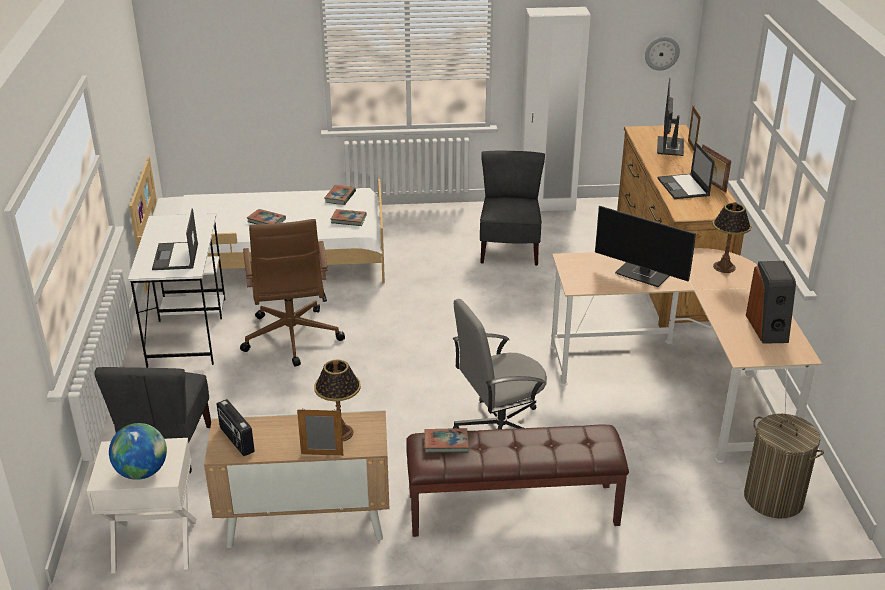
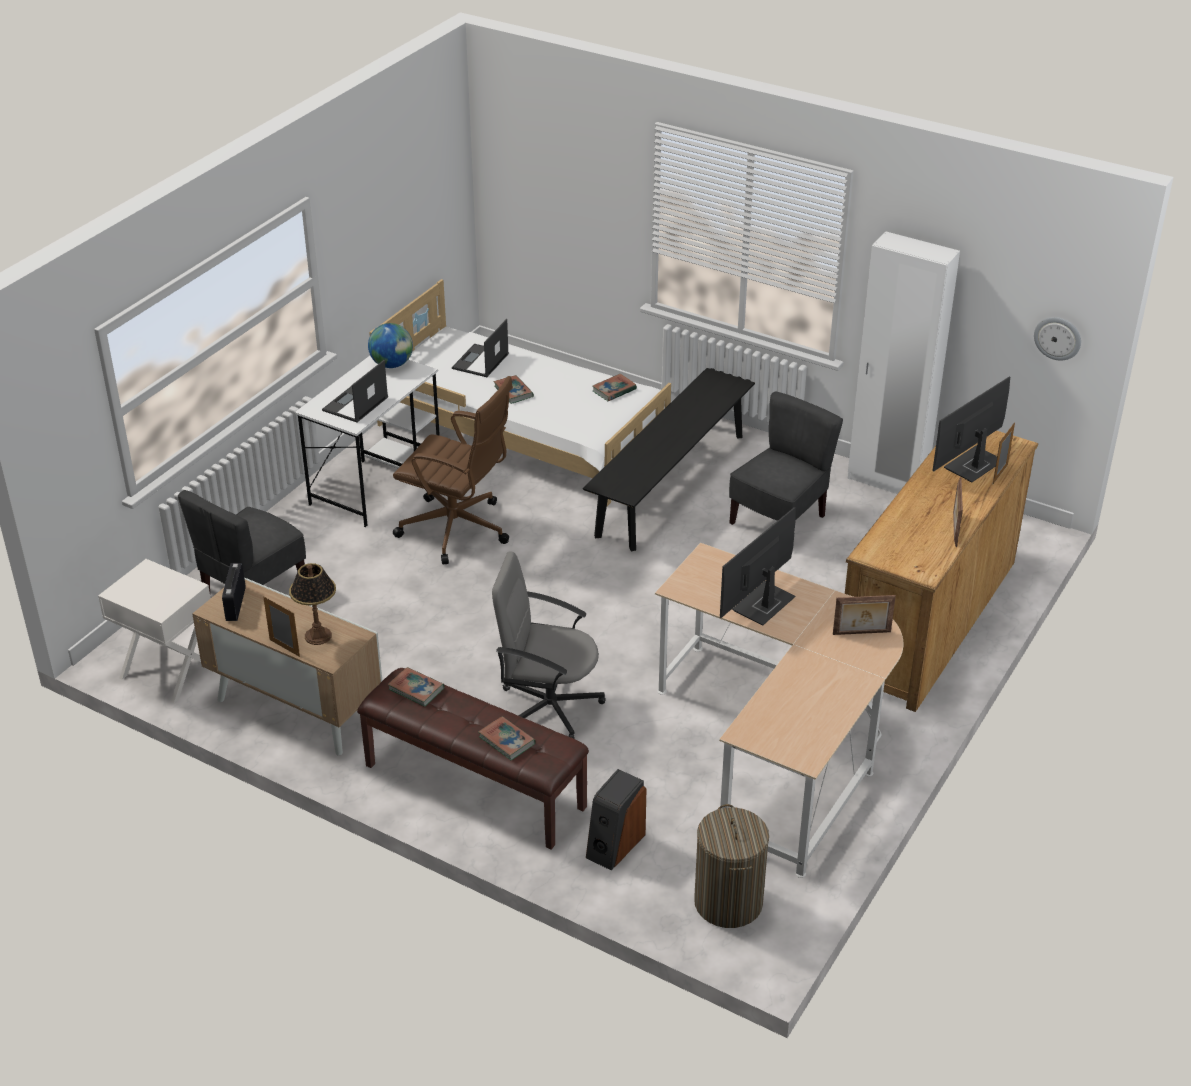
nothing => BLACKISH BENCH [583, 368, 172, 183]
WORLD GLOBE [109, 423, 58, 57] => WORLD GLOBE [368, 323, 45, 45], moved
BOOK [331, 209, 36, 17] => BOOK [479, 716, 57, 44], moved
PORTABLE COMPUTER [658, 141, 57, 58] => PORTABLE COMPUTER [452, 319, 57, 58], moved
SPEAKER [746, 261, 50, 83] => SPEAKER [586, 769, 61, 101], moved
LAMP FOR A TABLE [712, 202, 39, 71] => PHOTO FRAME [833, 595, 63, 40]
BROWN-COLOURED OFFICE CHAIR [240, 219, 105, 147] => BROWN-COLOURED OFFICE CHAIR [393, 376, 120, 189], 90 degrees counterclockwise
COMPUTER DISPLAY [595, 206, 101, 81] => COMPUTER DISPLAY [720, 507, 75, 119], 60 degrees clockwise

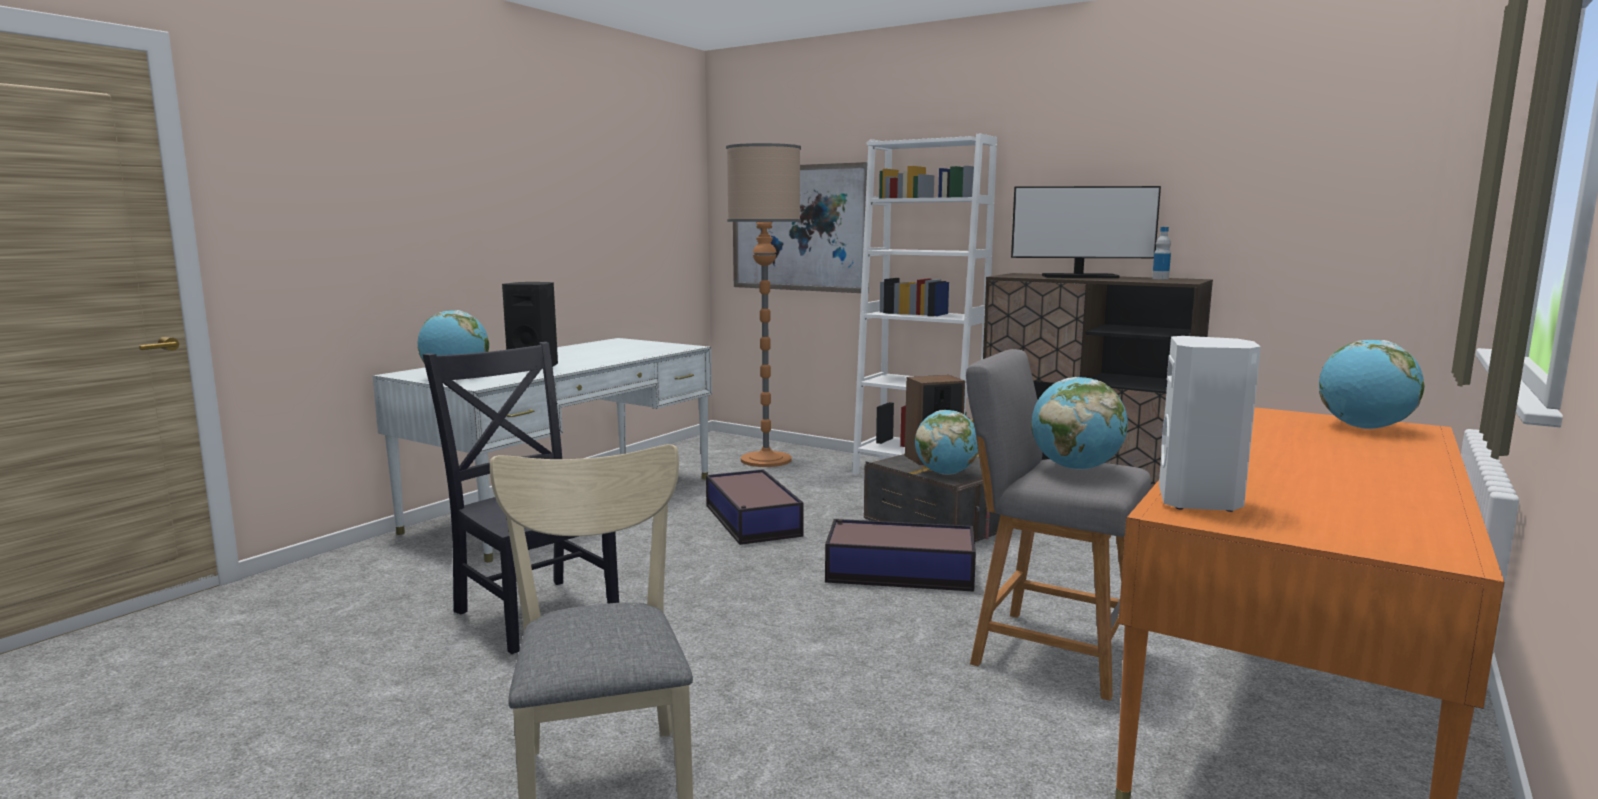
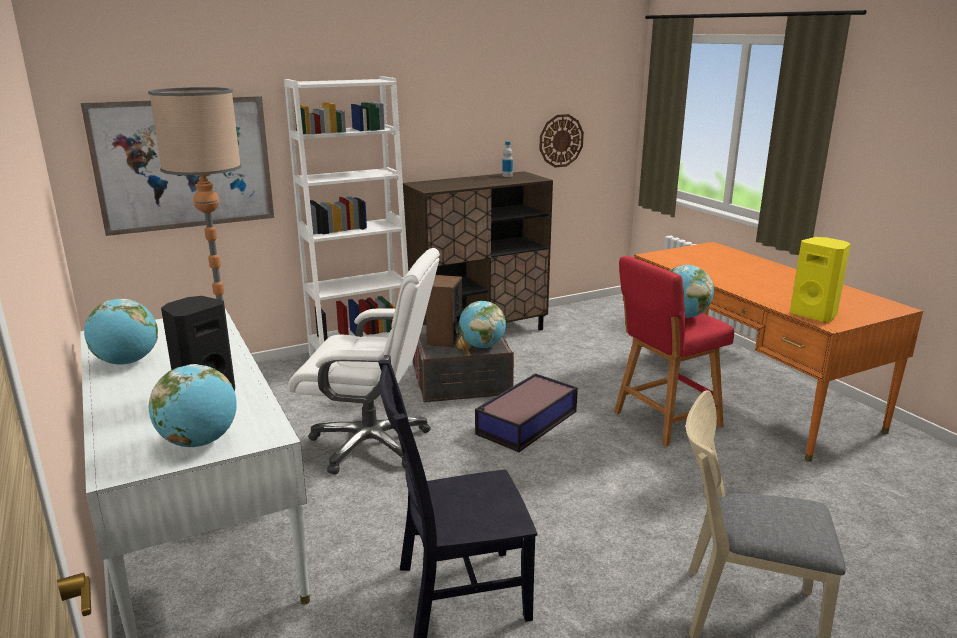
COMPUTER DISPLAY [1011, 186, 150, 92] => nothing
nothing => HANGING CLOCK [539, 114, 45, 54]
WORLD GLOBE [1319, 340, 106, 89] => WORLD GLOBE [84, 299, 74, 66], moved
STORAGE BOX [706, 469, 98, 76] => WHITE-COLOURED OFFICE CHAIR [288, 248, 152, 226]
GRAY STOOL SEAT [966, 349, 185, 352] => RED-COLOURED STOOL SEAT [614, 256, 120, 190]
WHITE-COLOURED SPEAKER [1159, 336, 102, 176] => YELLOW-COLOURED SPEAKER [790, 237, 61, 85]

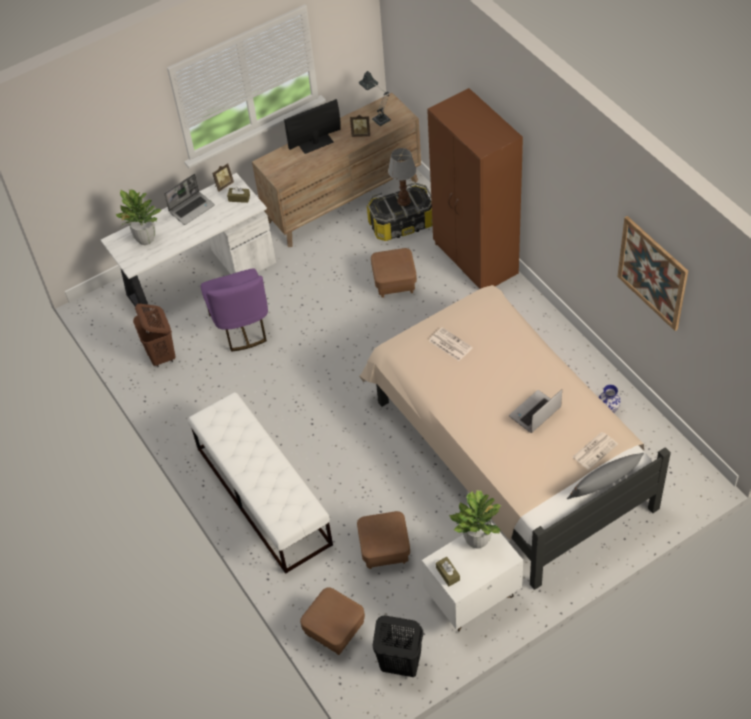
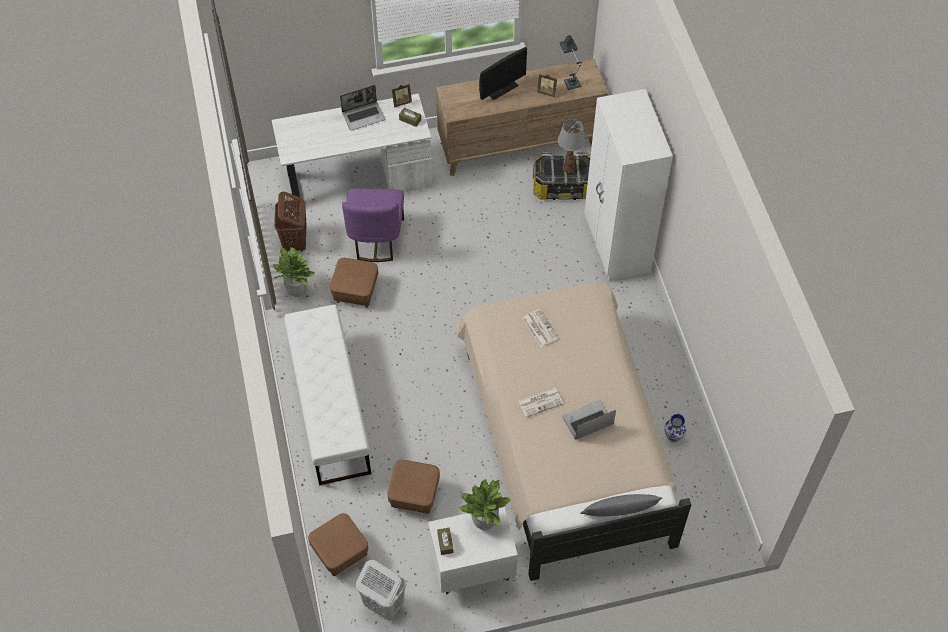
WALL ART [617, 216, 71, 115] => nothing
HOUSEPLANT [116, 190, 45, 55] => HOUSEPLANT [273, 247, 42, 50], moved
BROWN-COLOURED FOOTREST [371, 248, 46, 50] => BROWN-COLOURED FOOTREST [330, 258, 48, 50], moved
NEWSPAPER [573, 432, 45, 38] => NEWSPAPER [518, 387, 45, 30], moved
BLACKISH WASHING BASKET [373, 615, 50, 62] => WHITE-COLOURED WASHING BASKET [356, 560, 50, 61]
BROWN-COLOURED ARMOIRE [427, 88, 96, 201] => WHITE-COLOURED ARMOIRE [584, 89, 89, 192]
COMPUTER DISPLAY [284, 99, 57, 55] => COMPUTER DISPLAY [479, 47, 48, 53], 150 degrees clockwise

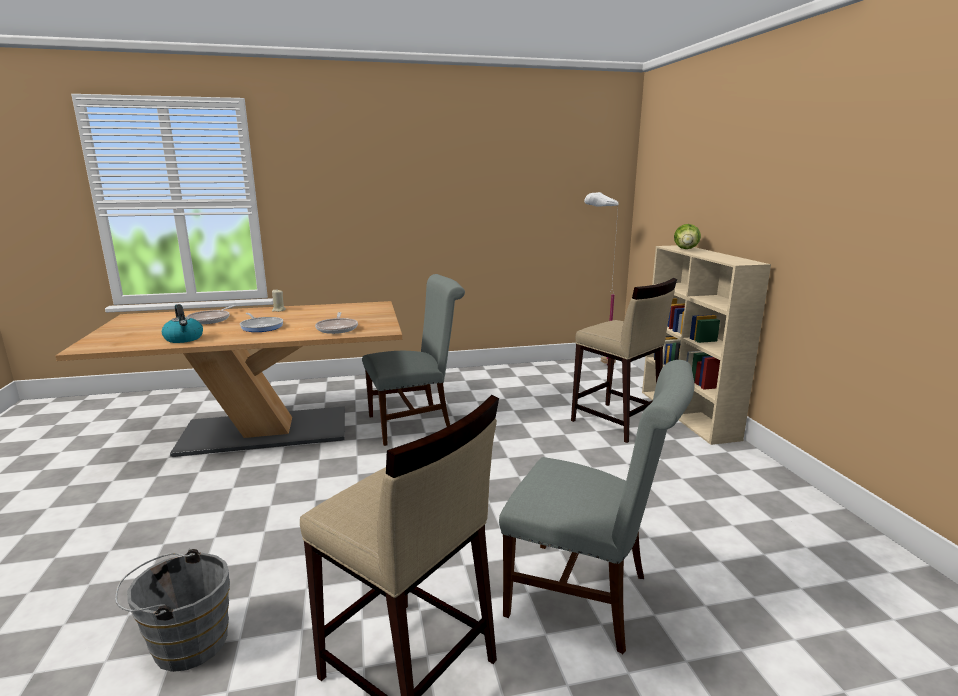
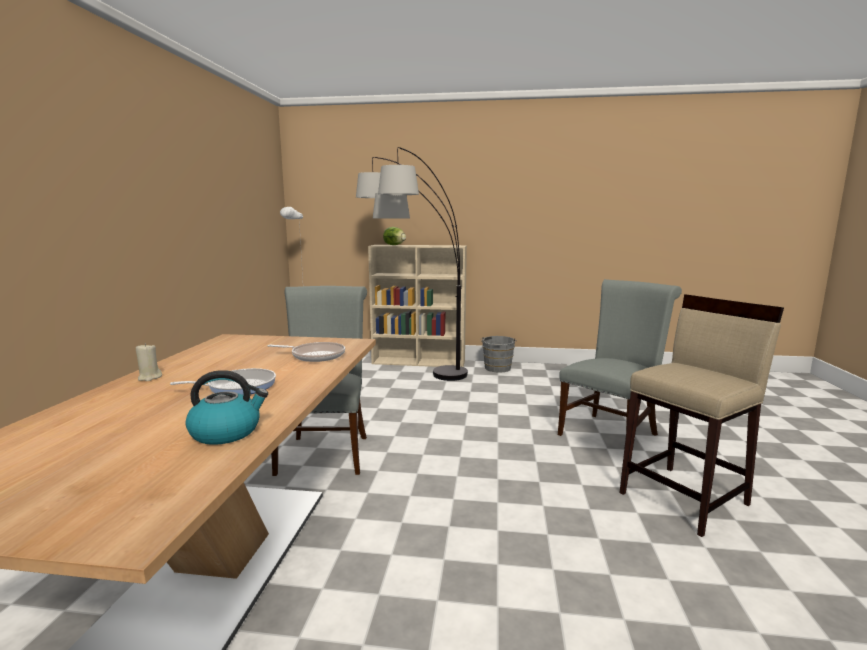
FRYING PAN [186, 305, 50, 19] => nothing
GRAY WATER BUCKET [115, 548, 115, 124] => GRAY WATER BUCKET [481, 336, 36, 37], moved
BEIGE-COLOURED STOOL SEAT [571, 278, 106, 165] => STANDING LAMP [356, 147, 112, 234]

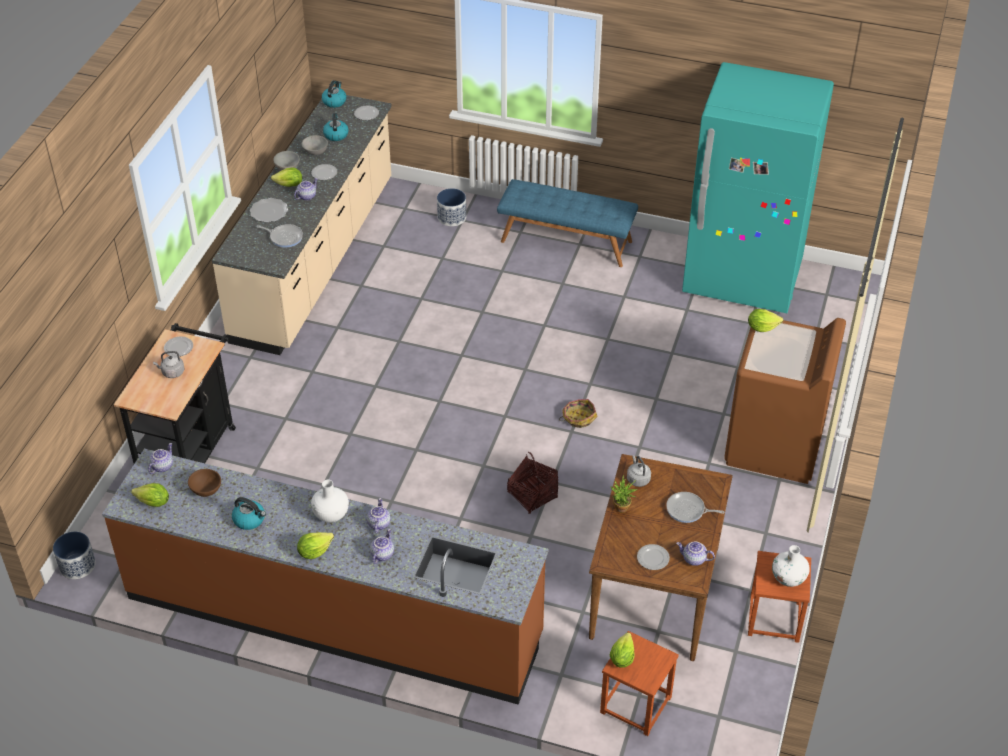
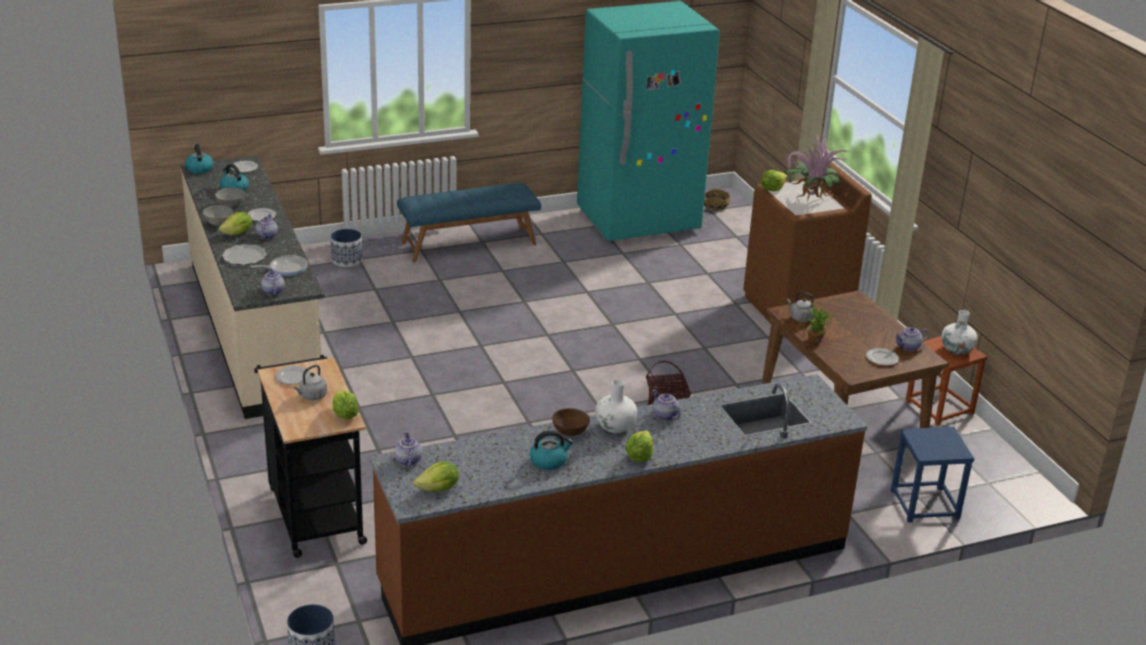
FRYING PAN [666, 492, 58, 31] => nothing
nothing => HOUSEPLANT [784, 136, 65, 65]
BROWN-COLOURED BOWL [188, 469, 33, 28] => BROWN-COLOURED BOWL [552, 408, 38, 28], moved
TEAPOT [370, 529, 24, 35] => TEAPOT [261, 268, 24, 27], moved
BASKET [559, 399, 39, 29] => BASKET [704, 189, 26, 21], moved
LETTUCE [609, 632, 26, 36] => LETTUCE [332, 390, 27, 29], moved
BROWN-COLOURED STOOL SEAT [600, 631, 79, 105] => BLUISH STOOL SEAT [891, 427, 83, 96]

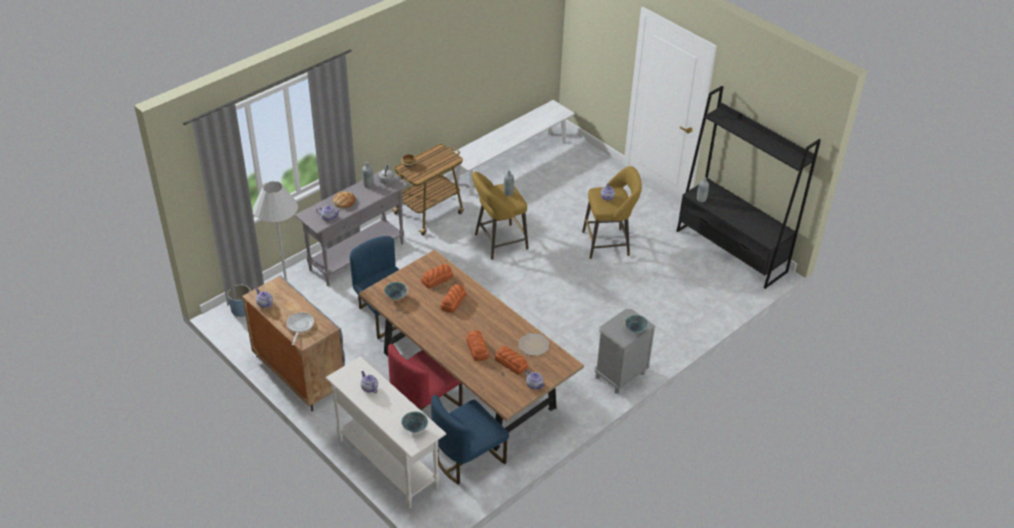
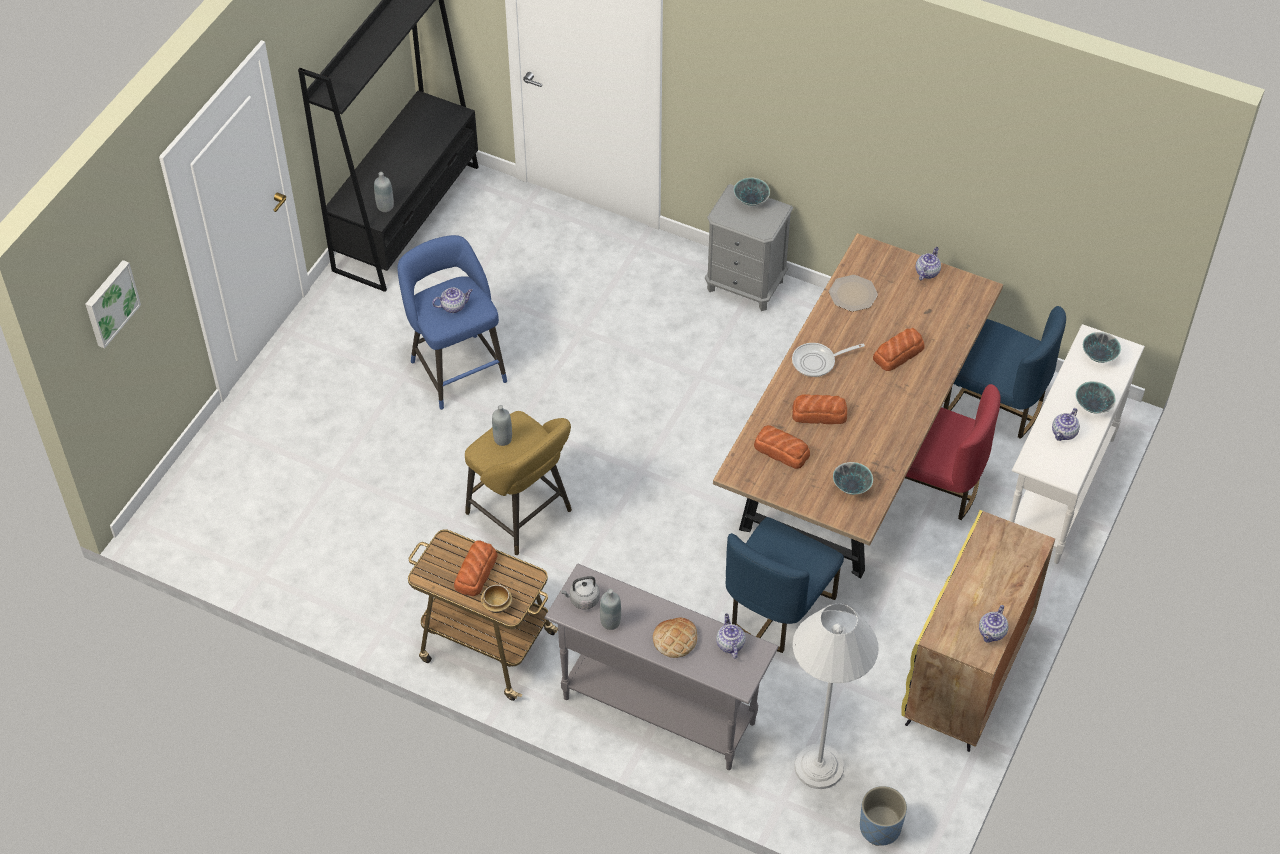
WHITE-COLOURED BENCH [454, 100, 121, 96] => nothing
nothing => WALL ART [85, 260, 56, 88]
nothing => BOWL [1075, 381, 41, 33]
FRYING PAN [287, 312, 27, 33] => FRYING PAN [792, 343, 73, 34], moved
BREAD [495, 346, 33, 29] => BREAD [454, 540, 44, 56], moved
GRAY STORAGE CABINET [242, 275, 103, 136] => YELLOW-COLOURED STORAGE CABINET [901, 510, 154, 242]
YELLOW-COLOURED STOOL SEAT [582, 166, 60, 93] => BLUISH STOOL SEAT [397, 235, 110, 175]

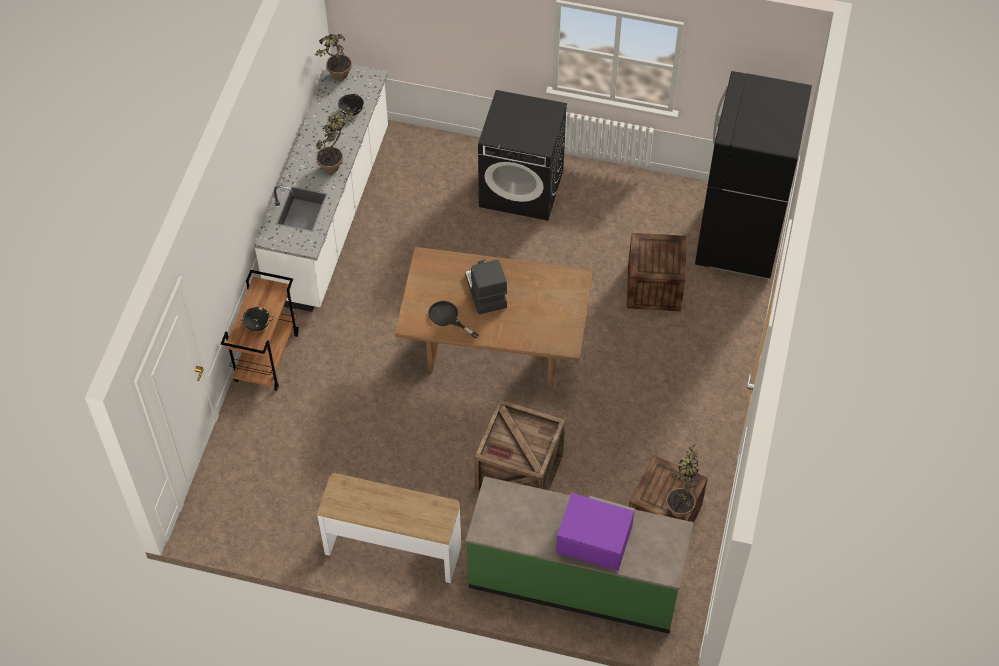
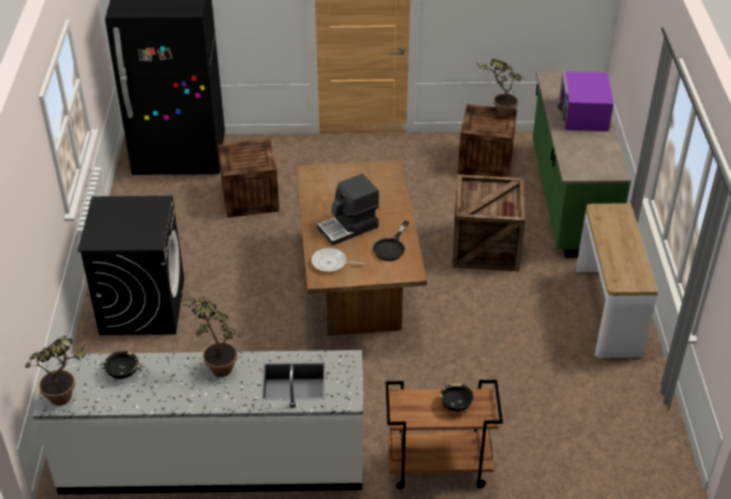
nothing => FRYING PAN [311, 248, 55, 24]

